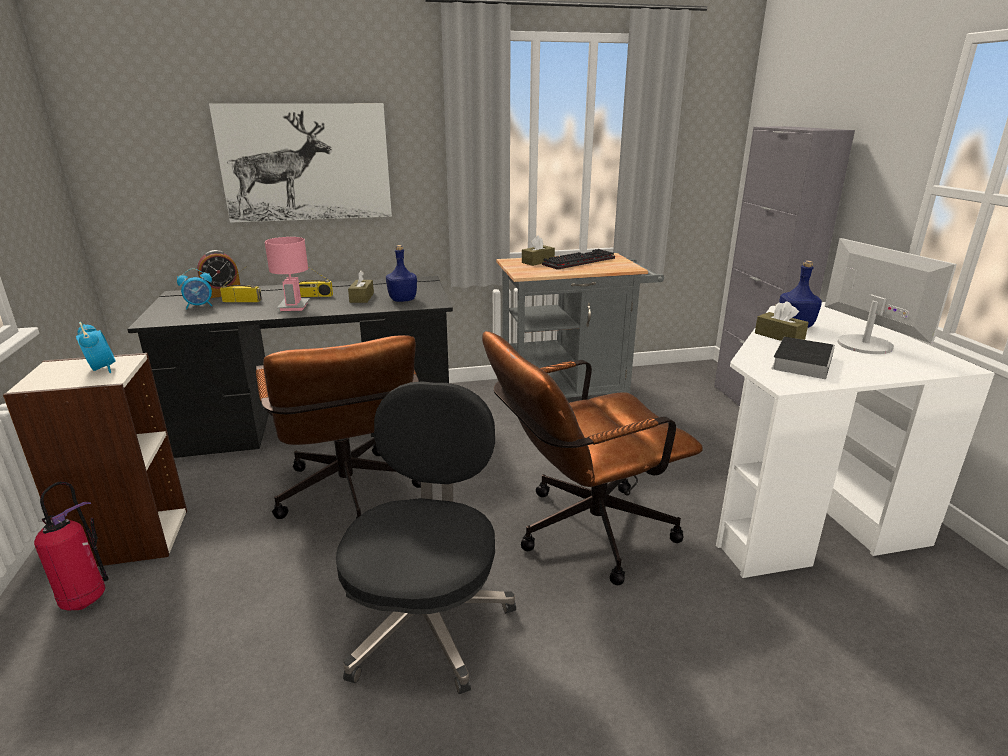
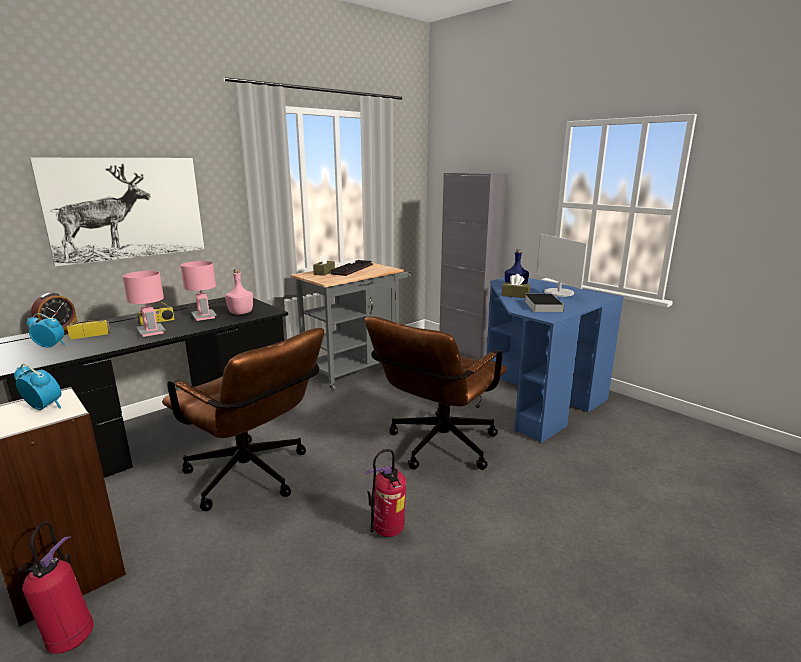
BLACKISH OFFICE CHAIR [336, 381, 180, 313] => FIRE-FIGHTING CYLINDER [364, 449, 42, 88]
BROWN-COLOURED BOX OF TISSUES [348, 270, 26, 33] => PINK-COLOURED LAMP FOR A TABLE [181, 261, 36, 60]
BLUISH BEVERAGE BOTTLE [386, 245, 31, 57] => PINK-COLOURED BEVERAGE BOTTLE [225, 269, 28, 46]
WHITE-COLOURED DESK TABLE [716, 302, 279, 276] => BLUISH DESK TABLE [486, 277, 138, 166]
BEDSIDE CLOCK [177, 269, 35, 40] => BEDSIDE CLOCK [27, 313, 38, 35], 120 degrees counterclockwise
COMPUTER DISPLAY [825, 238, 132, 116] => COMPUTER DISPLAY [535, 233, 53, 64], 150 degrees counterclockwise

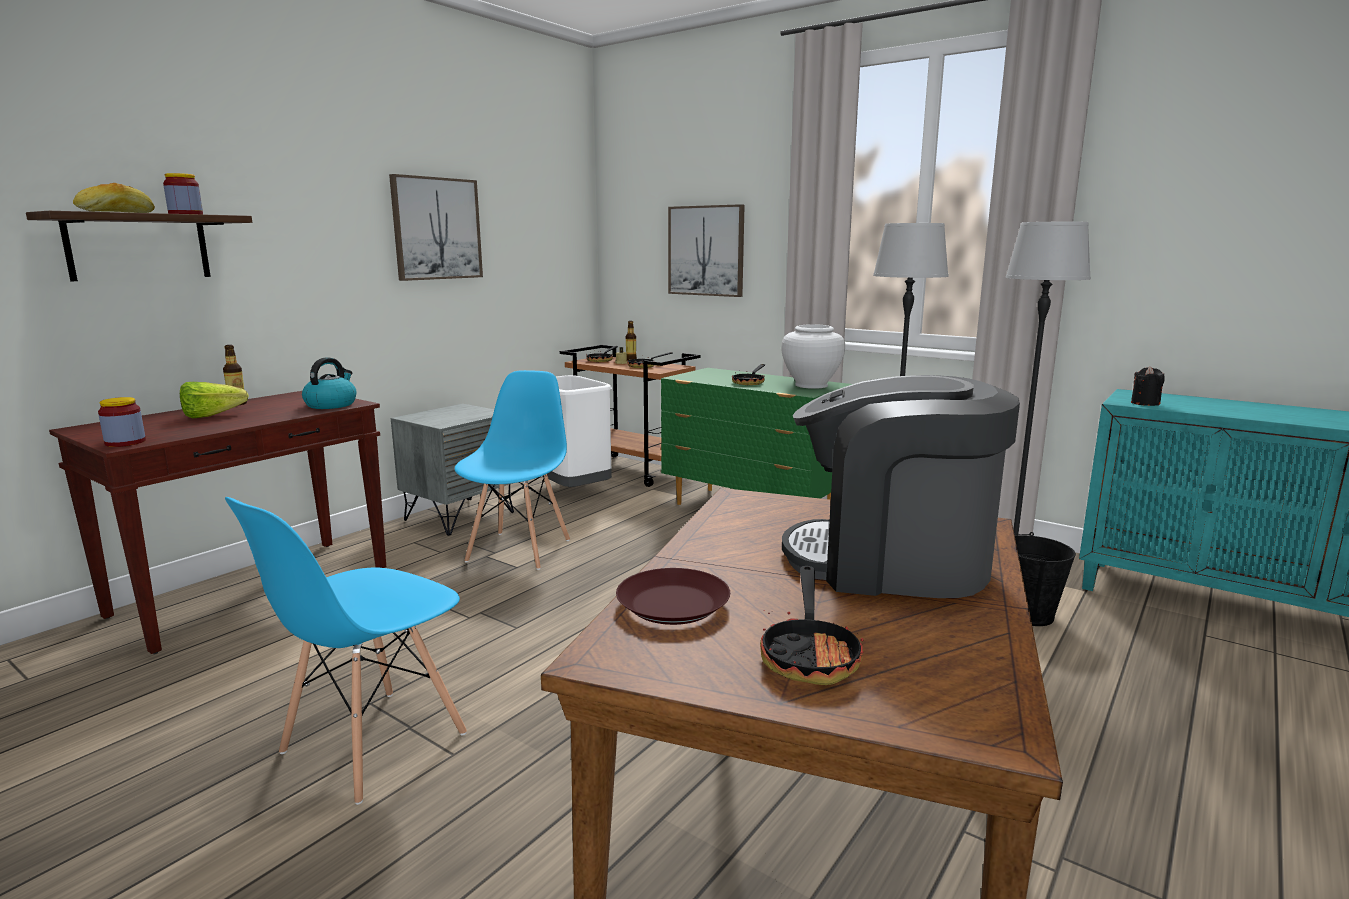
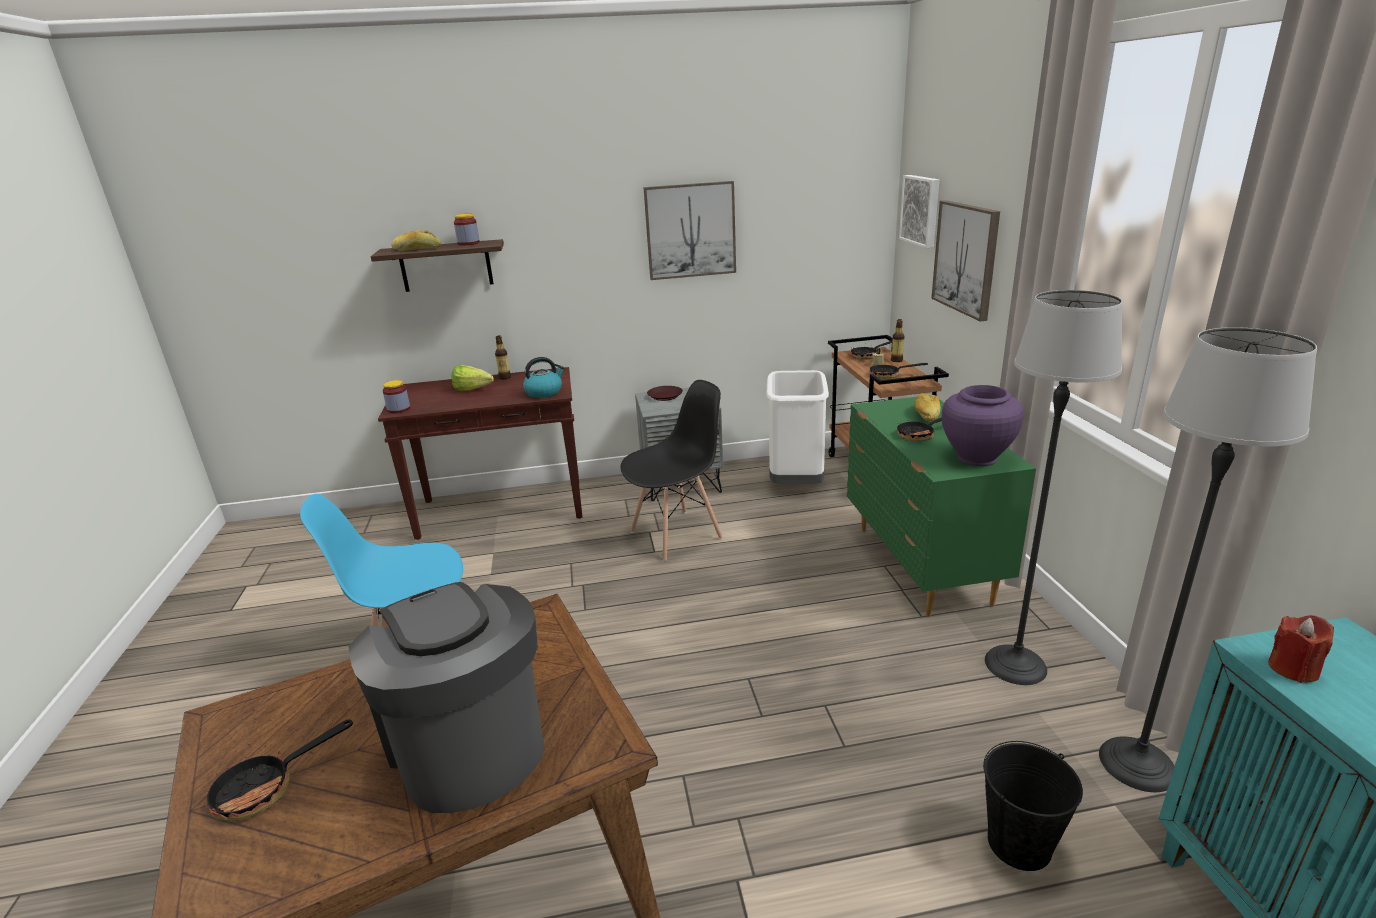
nothing => WALL ART [899, 175, 40, 73]
nothing => BREAD [914, 393, 26, 28]
BROWN-COLOURED FLAT DISH [616, 568, 114, 57] => BROWN-COLOURED FLAT DISH [647, 386, 36, 15], moved
BLUISH PLAIN CHAIR [455, 370, 115, 200] => BLACKISH PLAIN CHAIR [621, 380, 102, 181]
WHITE-COLOURED VASE [782, 324, 63, 65] => PURPLE-COLOURED VASE [942, 385, 82, 81]
BLACKISH WAX CANDLE [1131, 366, 34, 40] => RED-COLOURED WAX CANDLE [1268, 615, 66, 68]

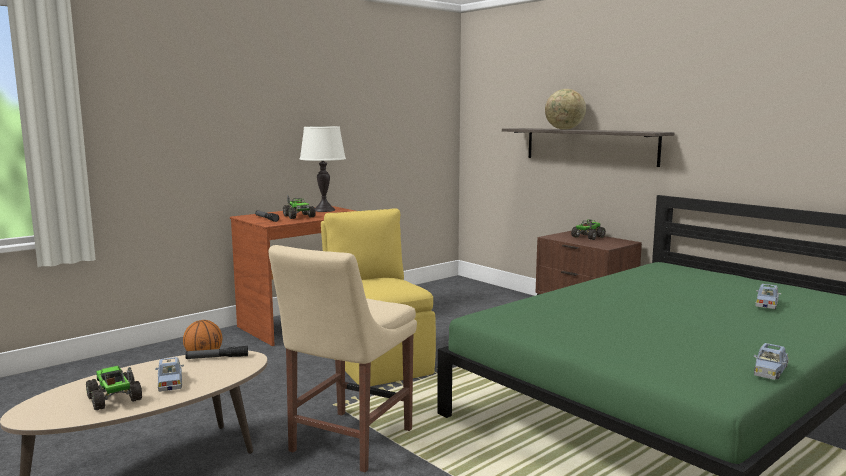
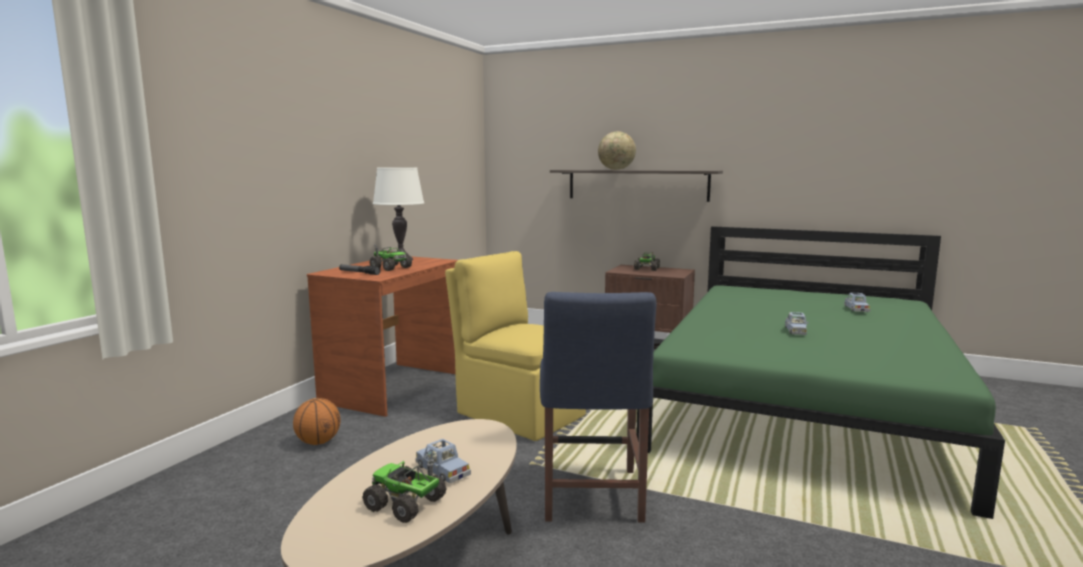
FLASHLIGHT [185, 346, 63, 13] => nothing
BLUISH MODEL CAR [754, 343, 35, 37] => BLUISH MODEL CAR [785, 312, 24, 23], moved
BEIGE-COLOURED PLAIN CHAIR [268, 245, 149, 227] => BLUISH PLAIN CHAIR [540, 292, 116, 231]

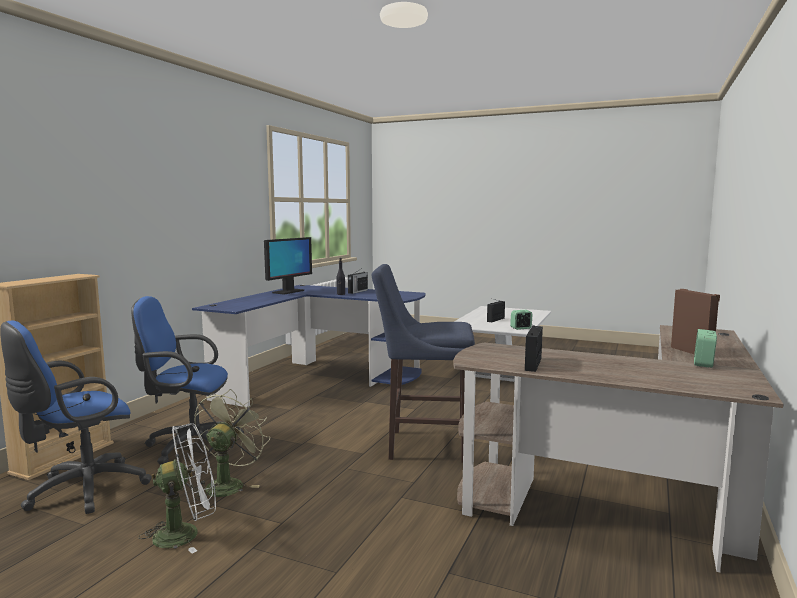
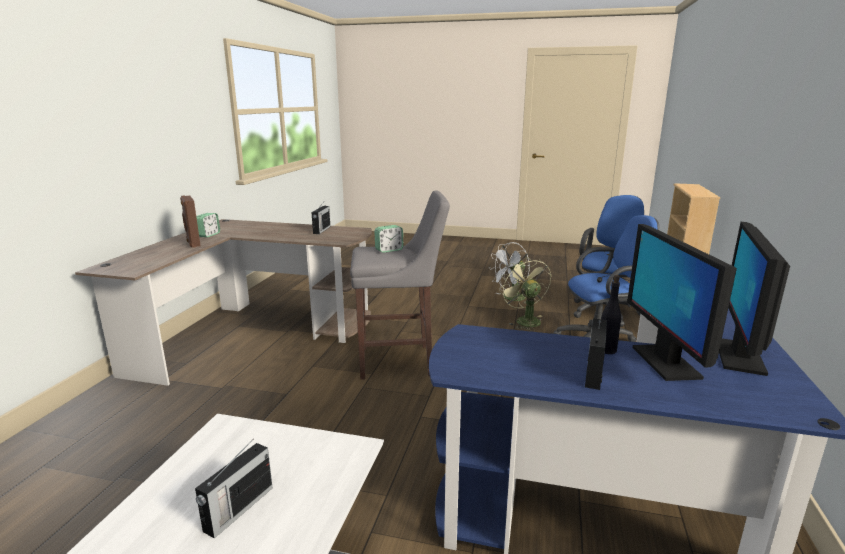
nothing => COMPUTER DISPLAY [627, 224, 110, 157]
BEDSIDE CLOCK [510, 310, 22, 20] => BEDSIDE CLOCK [374, 225, 29, 28], moved
BLUISH STOOL SEAT [371, 264, 104, 198] => GRAY STOOL SEAT [350, 190, 100, 190]
GREENISH FAN [193, 389, 77, 112] => GREENISH FAN [499, 257, 52, 74], 150 degrees clockwise

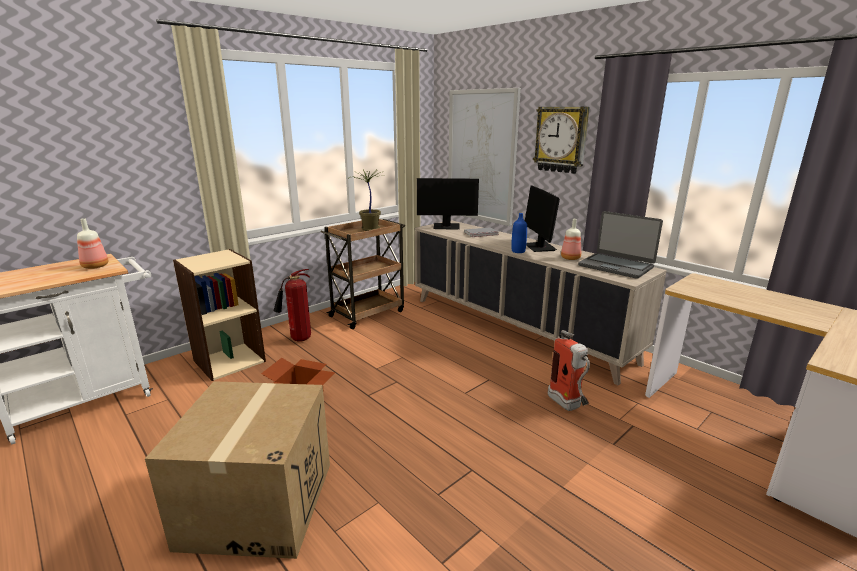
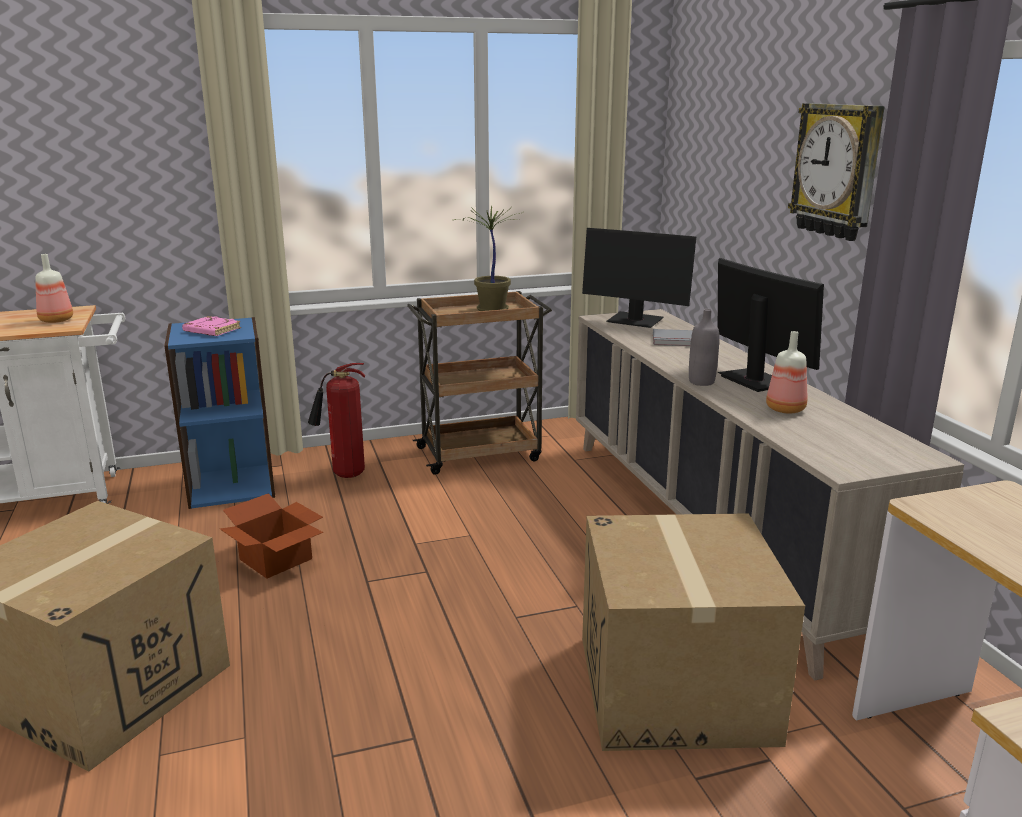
WALL ART [448, 88, 73, 138] => nothing
PORTABLE COMPUTER [578, 211, 85, 68] => nothing
nothing => PINK-COLOURED BOOK [182, 316, 59, 20]
FIRE-FIGHTING CYLINDER [548, 330, 42, 81] => CARTON [582, 513, 223, 238]
BEIGE-COLOURED SHELVING UNIT [173, 249, 93, 132] => BLUISH SHELVING UNIT [164, 317, 111, 192]
BLUISH BEVERAGE BOTTLE [511, 213, 16, 40] => GRAY BEVERAGE BOTTLE [689, 309, 30, 77]
COMPUTER DISPLAY [525, 185, 35, 67] => COMPUTER DISPLAY [718, 258, 106, 134], 135 degrees clockwise

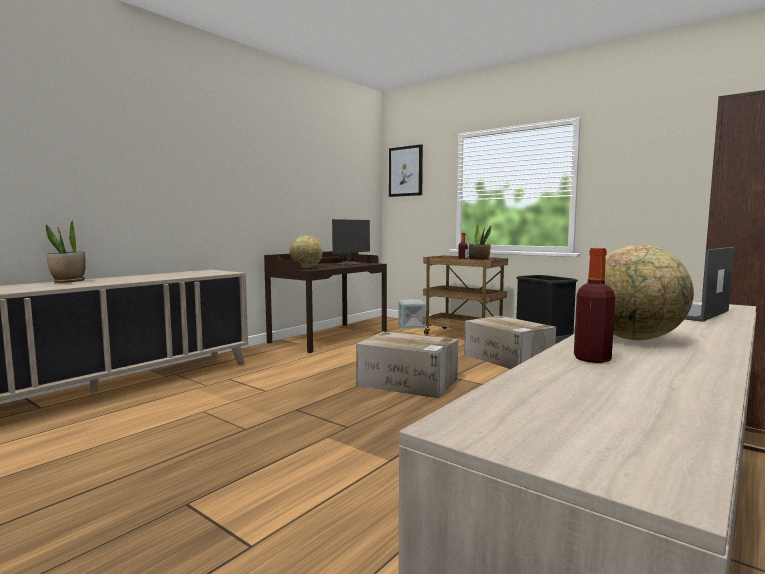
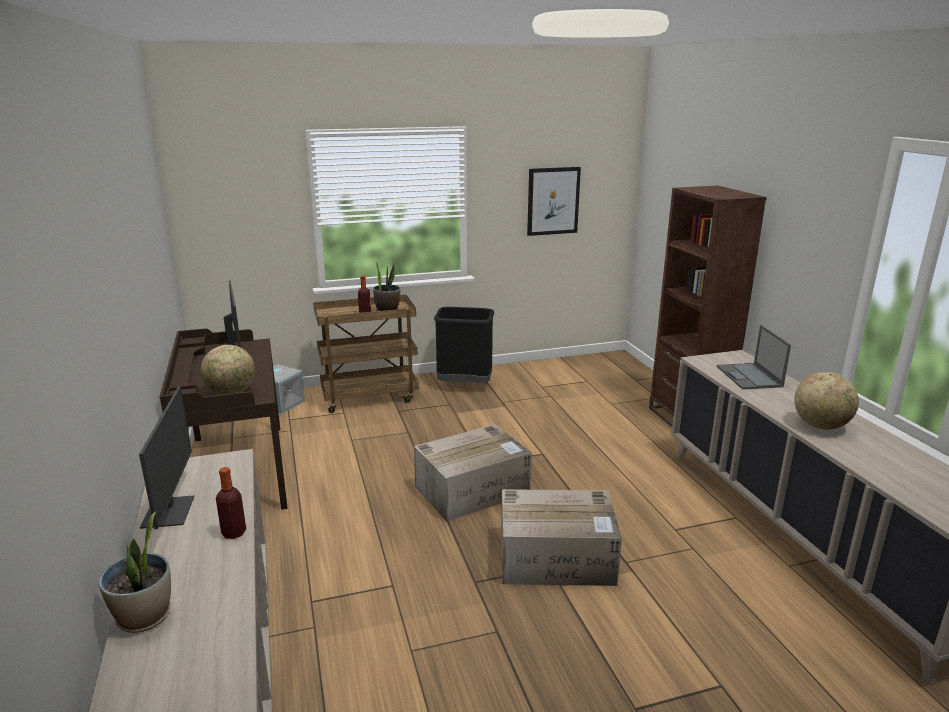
nothing => COMPUTER DISPLAY [139, 387, 55, 142]
WALL ART [389, 144, 34, 53] => WALL ART [527, 167, 54, 69], moved
CARTON [464, 316, 92, 53] => CARTON [501, 489, 121, 97], moved
BEVERAGE BOTTLE [574, 248, 41, 115] => BEVERAGE BOTTLE [216, 467, 30, 72], moved

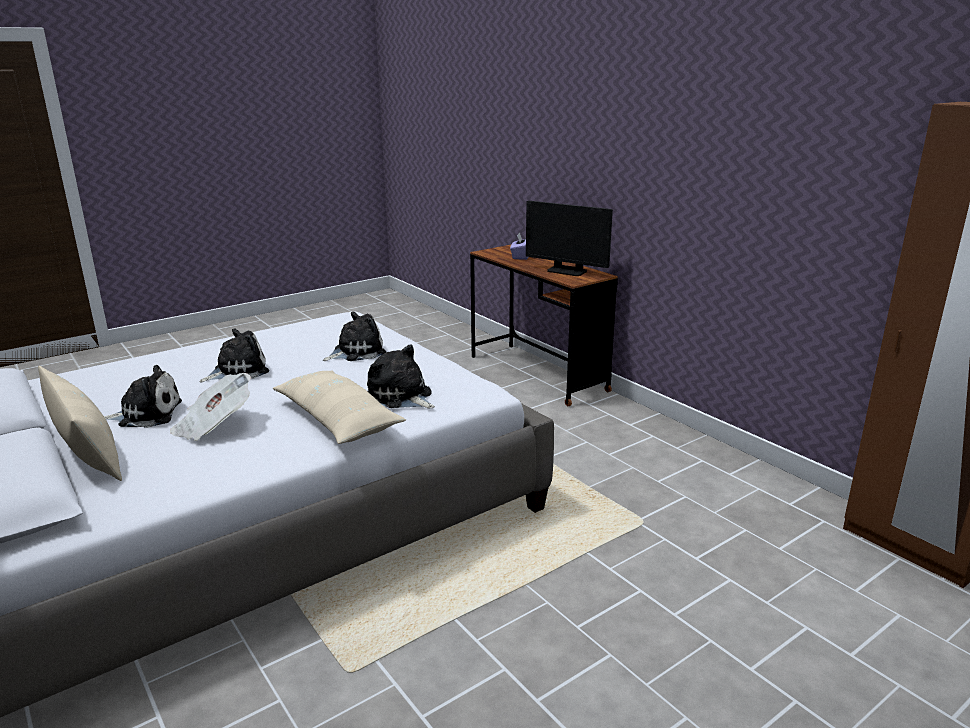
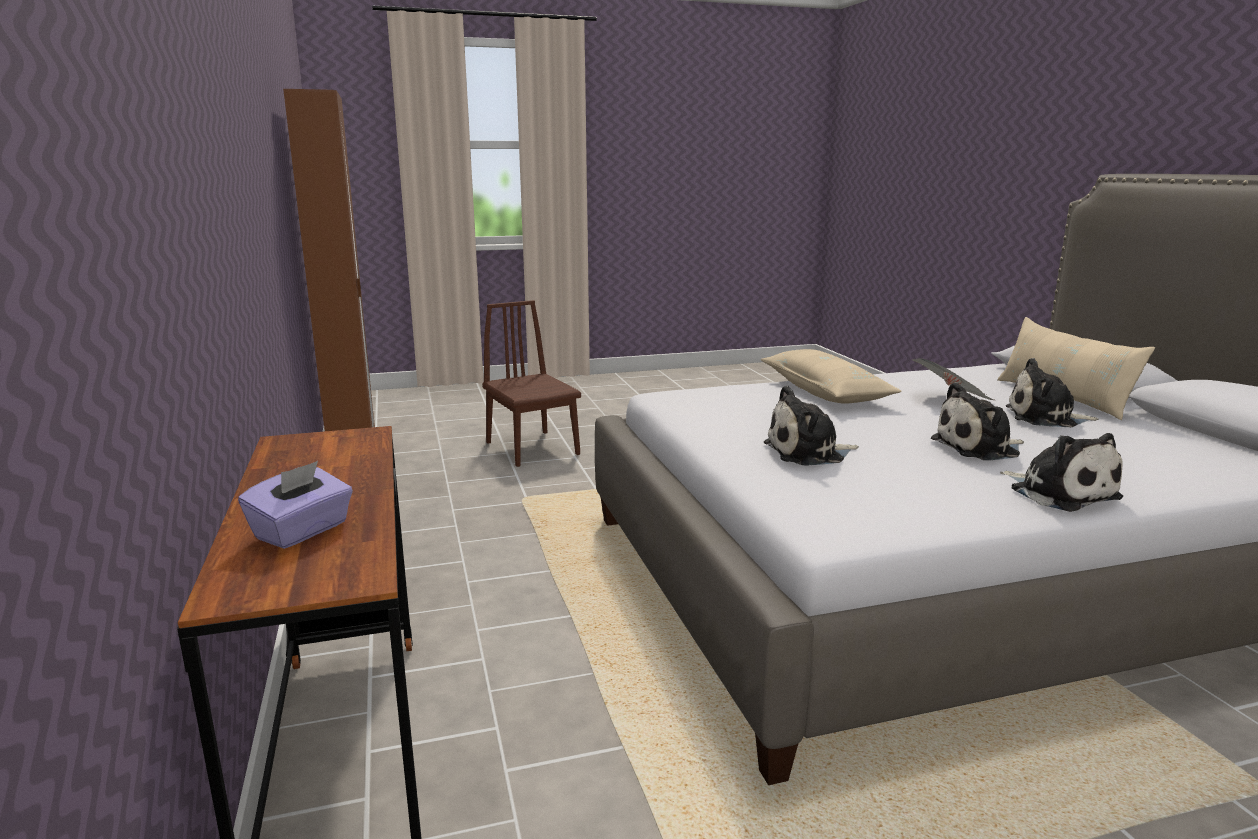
COMPUTER DISPLAY [526, 201, 87, 75] => nothing
nothing => BROWN-COLOURED PLAIN CHAIR [482, 300, 99, 167]
CUDDLY TOY [367, 345, 68, 63] => CUDDLY TOY [1000, 433, 123, 79], moved

